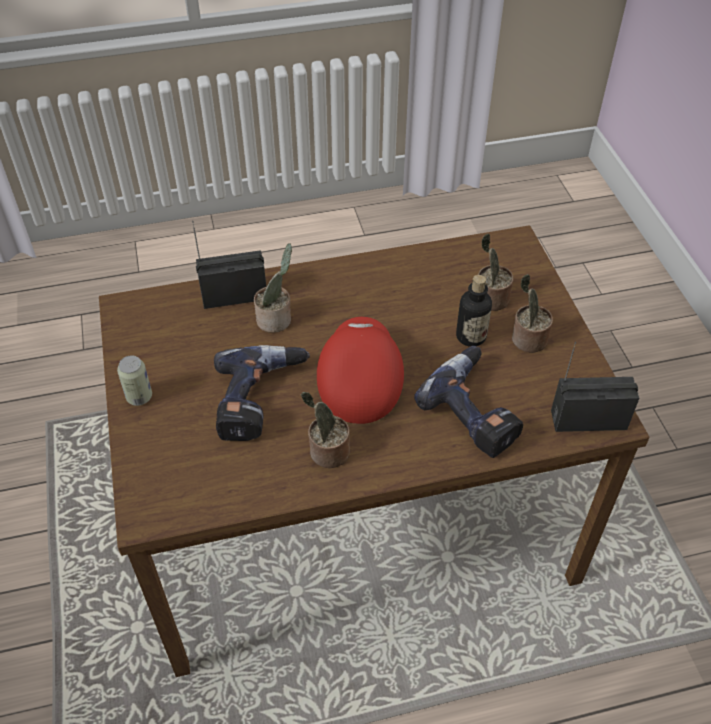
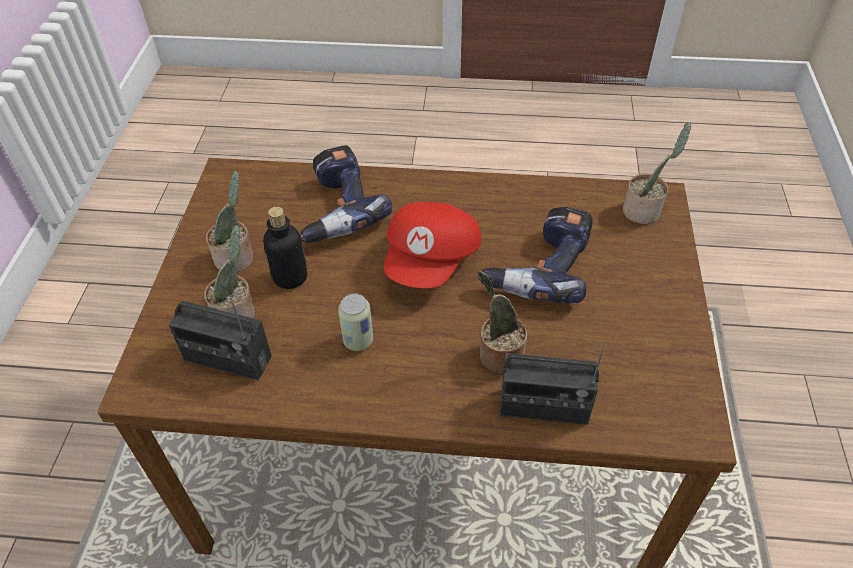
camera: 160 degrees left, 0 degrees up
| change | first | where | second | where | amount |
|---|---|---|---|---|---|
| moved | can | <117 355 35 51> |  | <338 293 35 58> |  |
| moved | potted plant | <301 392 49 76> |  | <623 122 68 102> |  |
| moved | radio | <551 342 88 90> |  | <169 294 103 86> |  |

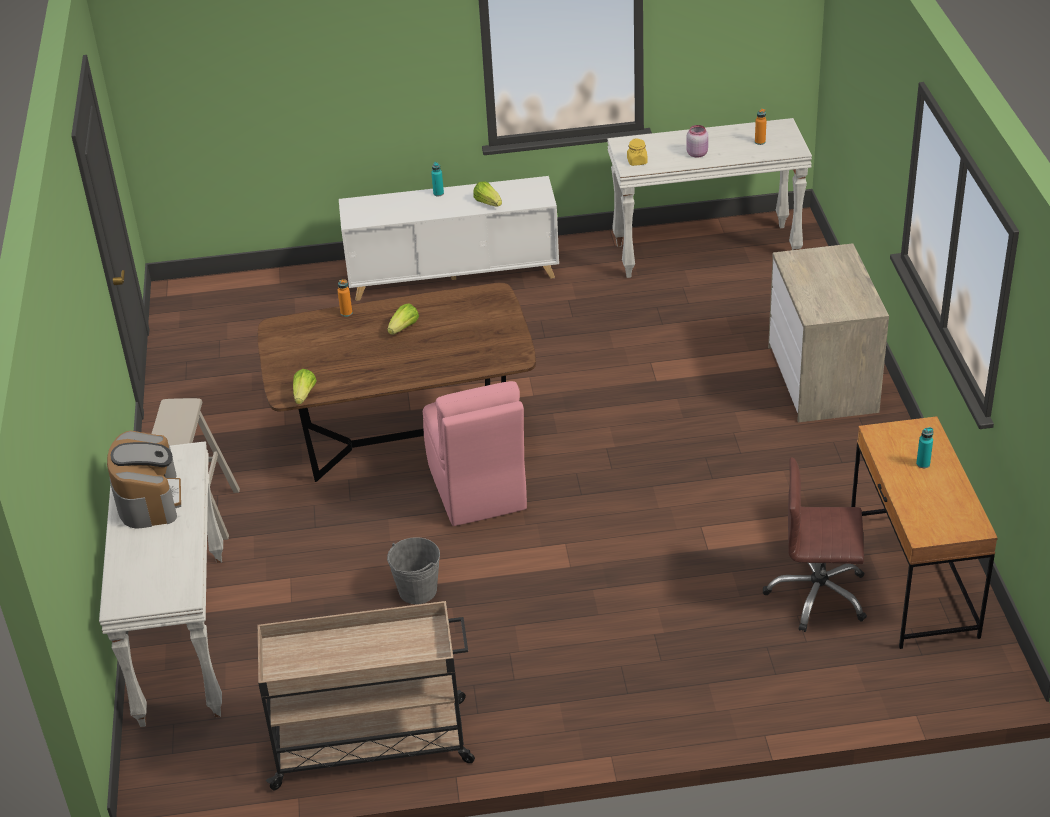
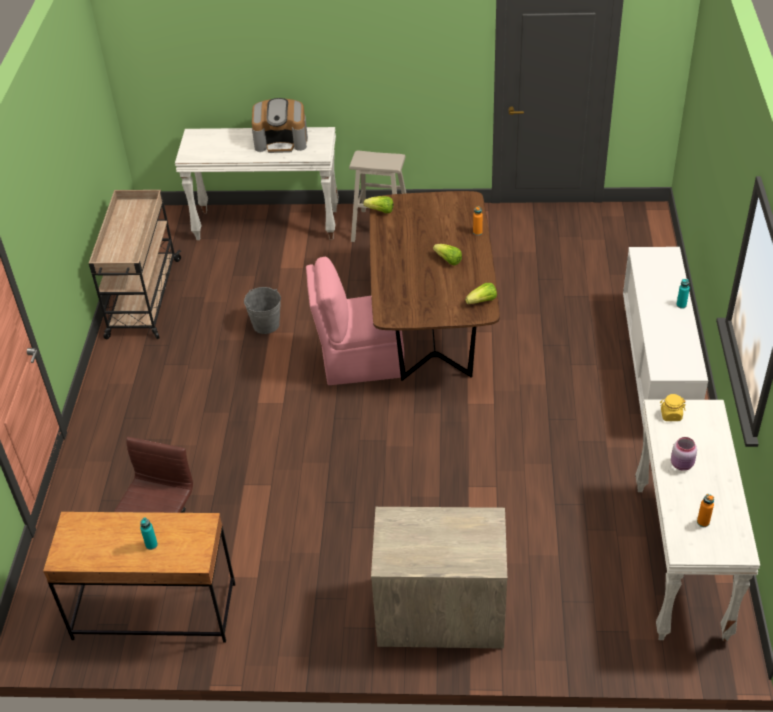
camera: 100 degrees right, 5 degrees up
| change | first | where | second | where | amount |
|---|---|---|---|---|---|
| moved | lettuce | <473 182 29 25> |  | <465 283 32 21> |  |

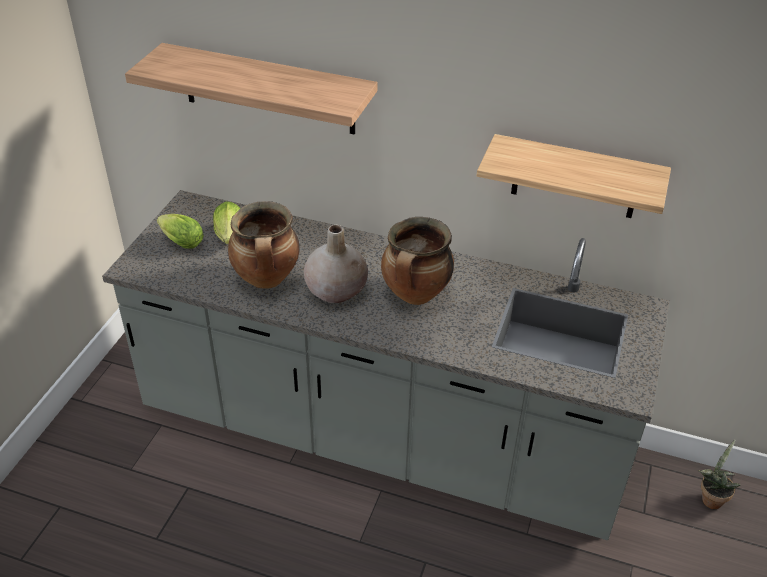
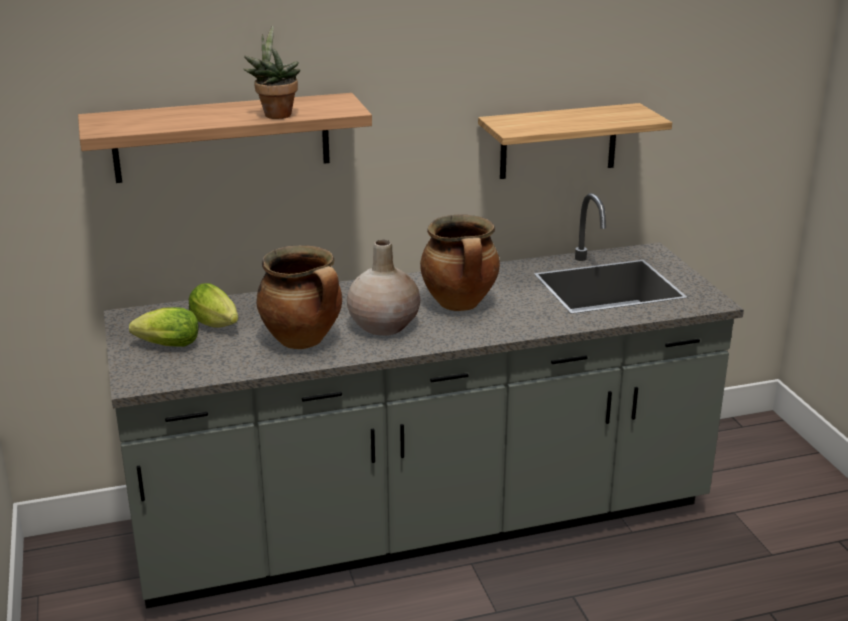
camera: 35 degrees left, 15 degrees down
| change | first | where | second | where | amount |
|---|---|---|---|---|---|
| moved | potted plant | <698 439 43 70> |  | <244 26 56 93> |  |

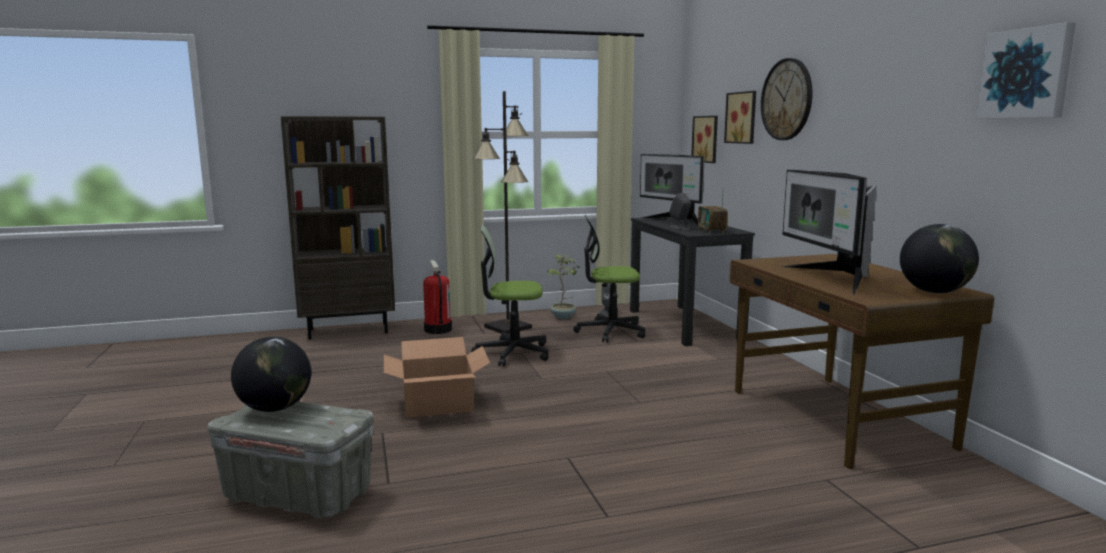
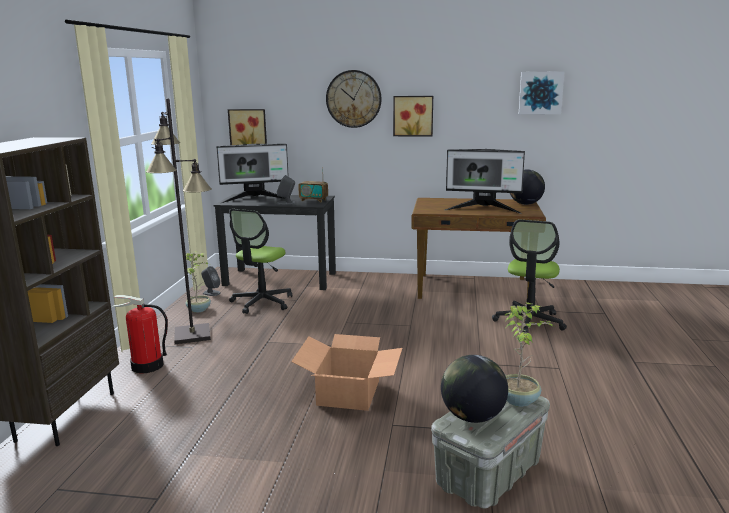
camera: 65 degrees left, 5 degrees up
| change | first | where | second | where | amount |
|---|---|---|---|---|---|
| moved | office chair | <471 225 78 142> |  | <492 220 75 113> |  |
| moved | picture | <724 91 32 53> |  | <393 96 40 40> |  |
| added |  |  | potted plant | <505 302 49 105> |  |

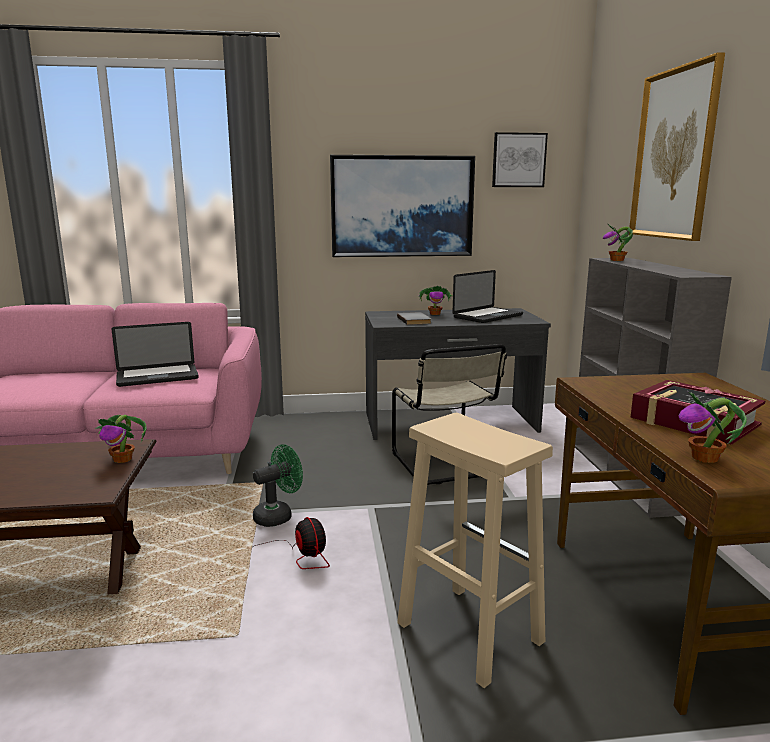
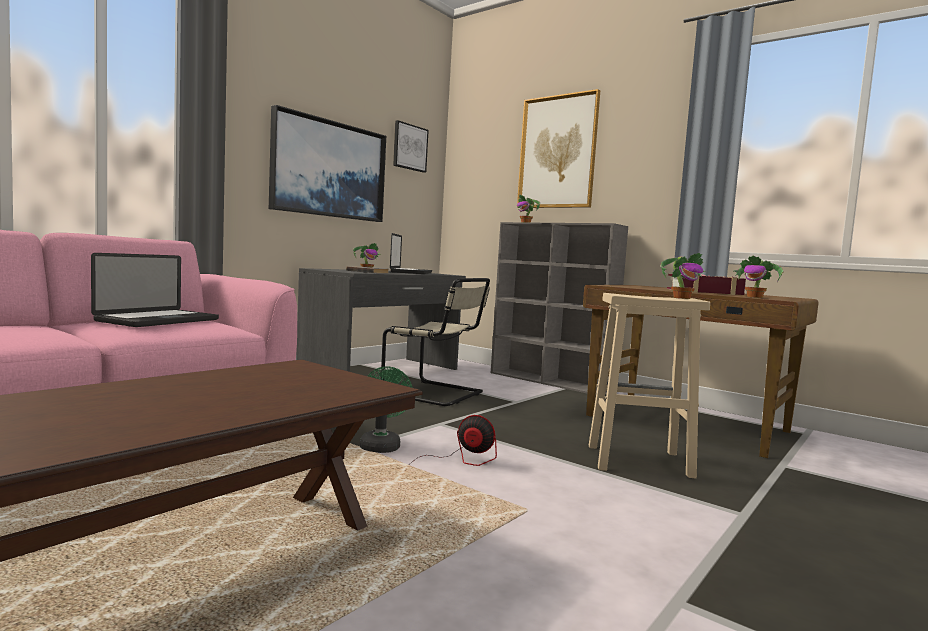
camera: 45 degrees left, 10 degrees down
| change | first | where | second | where | amount |
|---|---|---|---|---|---|
| moved | potted plant | <94 415 53 48> |  | <661 253 44 46> |  |

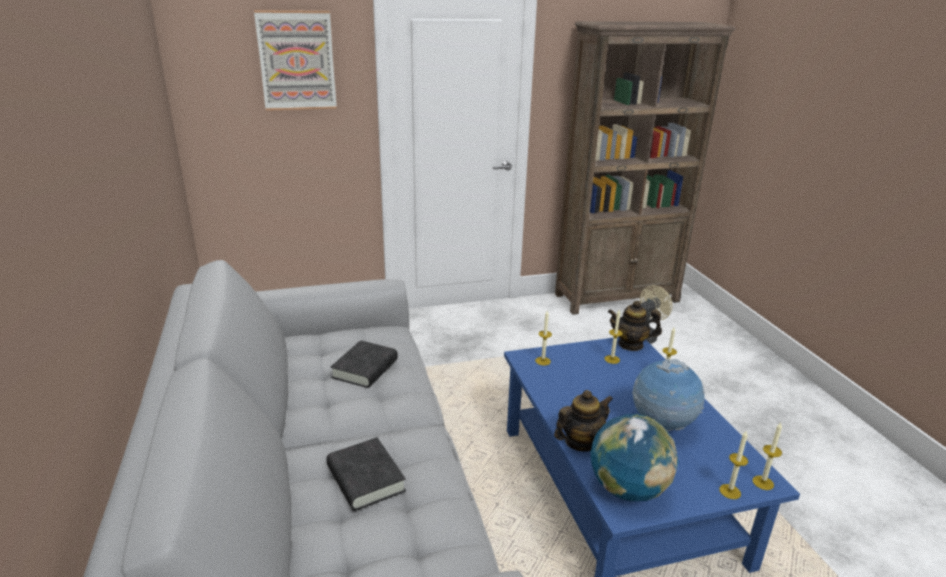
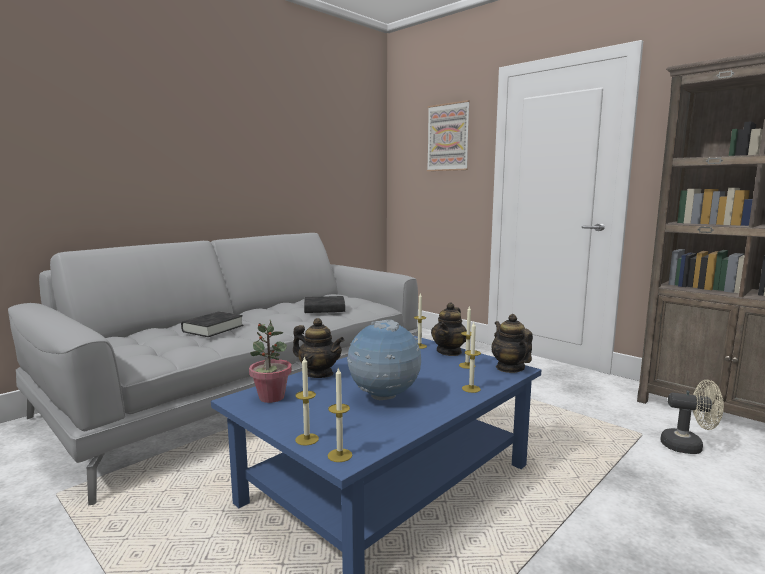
camera: 60 degrees right, 15 degrees down
| change | first | where | second | where | amount |
|---|---|---|---|---|---|
| replaced | globe | <590 414 89 87> | potted plant | <249 320 43 83> |  |
| added |  |  | teapot | <431 302 36 54> |  |

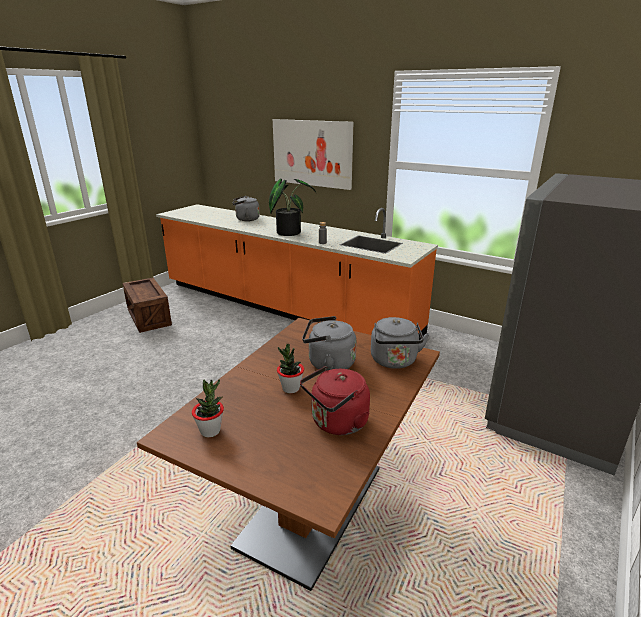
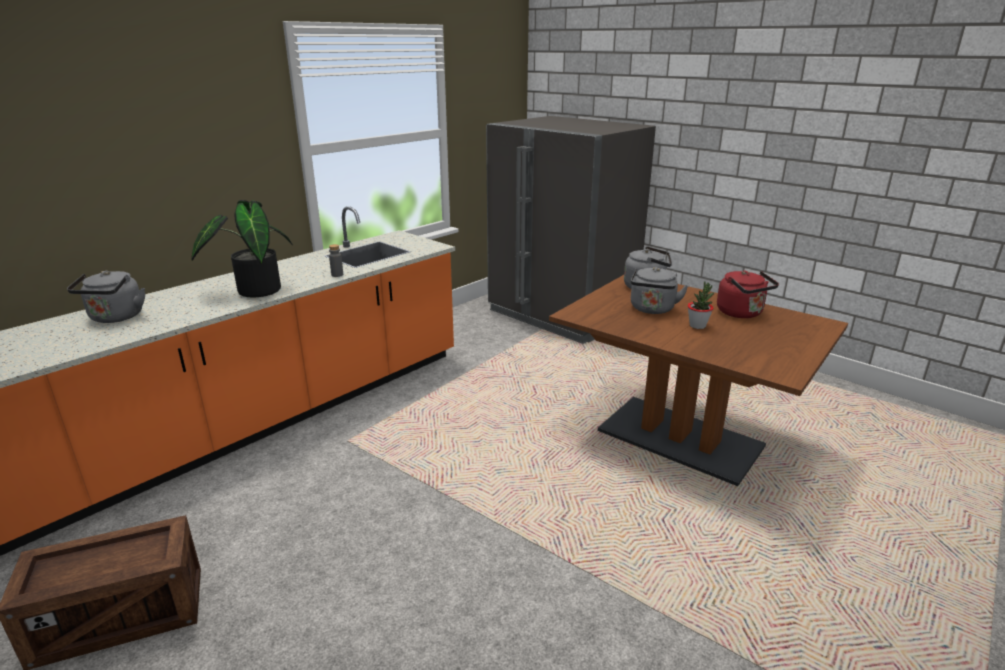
camera: 80 degrees left, 0 degrees up
| change | first | where | second | where | amount |
|---|---|---|---|---|---|
| removed | potted plant | <192 379 32 58> |  |  |  |
| removed | picture | <273 119 80 71> |  |  |  |

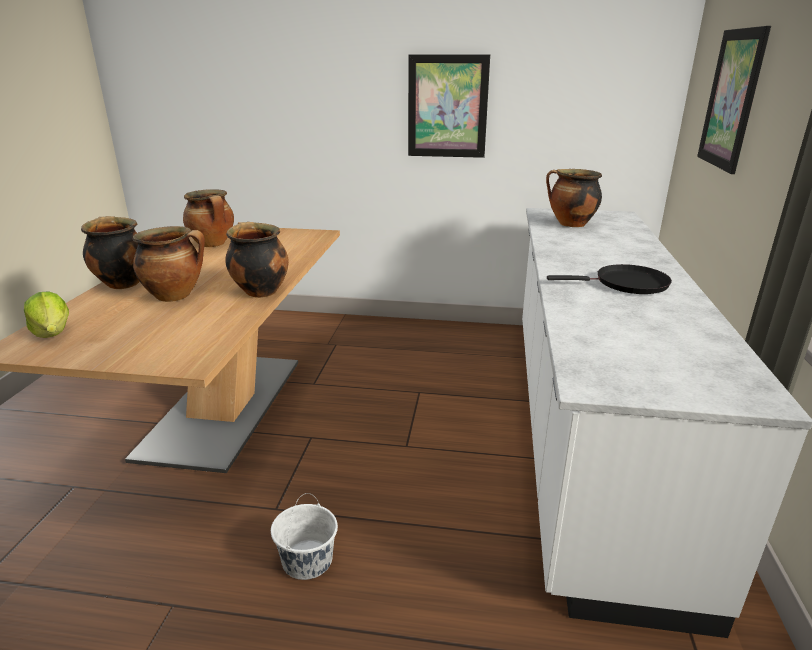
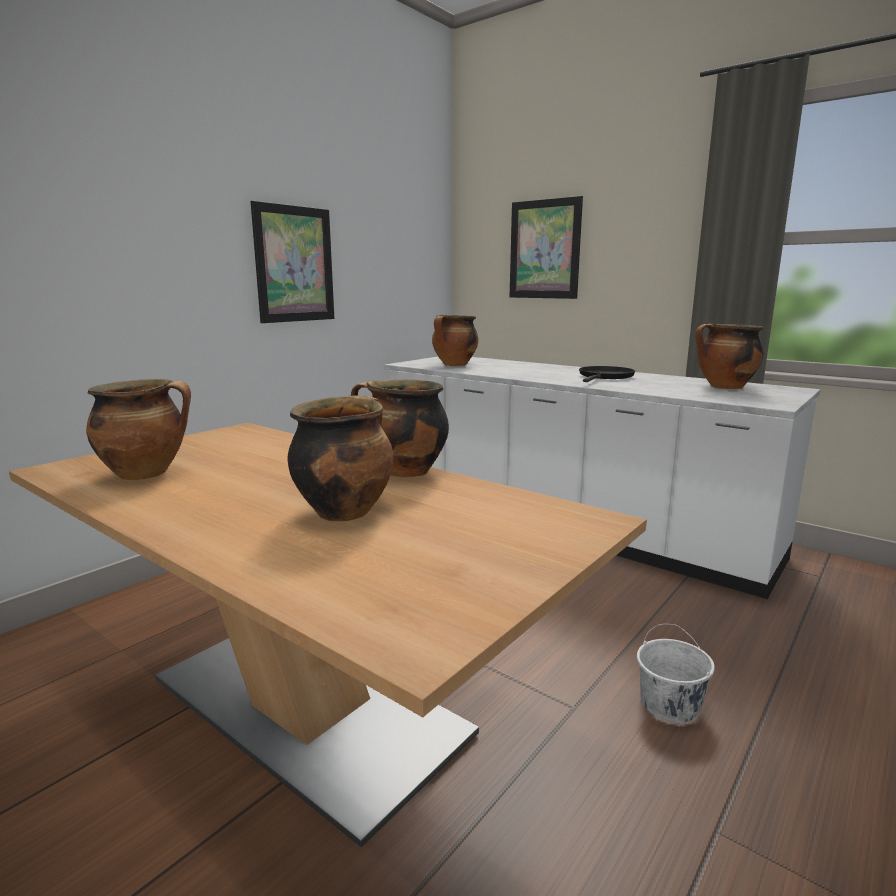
camera: 60 degrees left, 10 degrees down
| change | first | where | second | where | amount |
|---|---|---|---|---|---|
| removed | lettuce | <24 291 45 47> |  |  |  |
| moved | cooking pot | <81 216 59 73> |  | <695 323 68 66> |  |

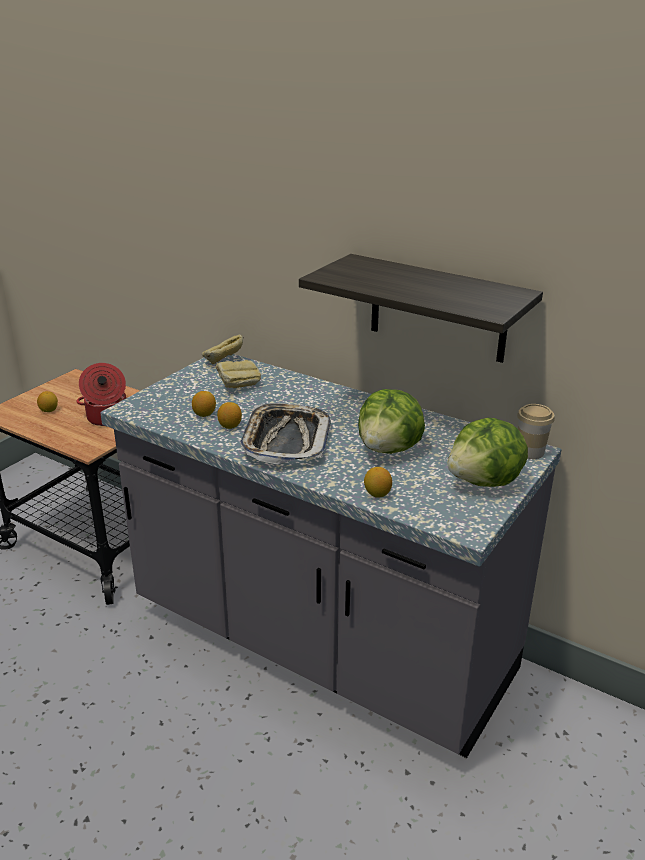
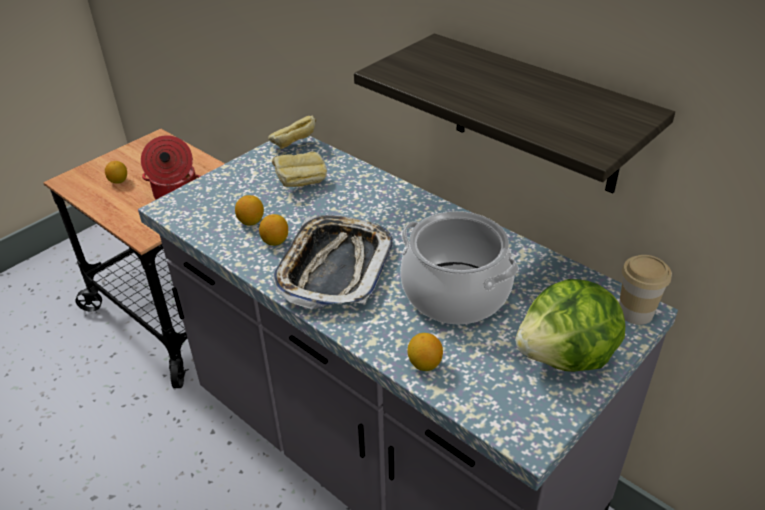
camera: 10 degrees right, 10 degrees up
| change | first | where | second | where | amount |
|---|---|---|---|---|---|
| replaced | lettuce | <358 389 67 65> | cooking pot | <400 211 119 113> |  |

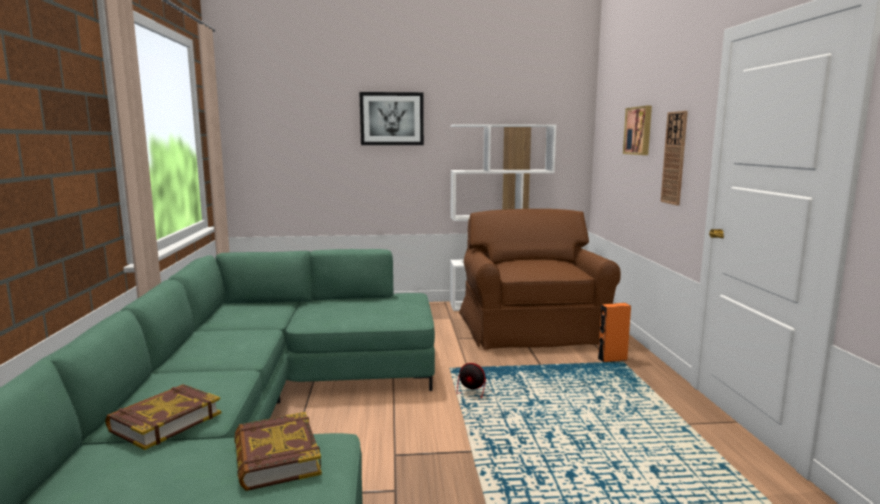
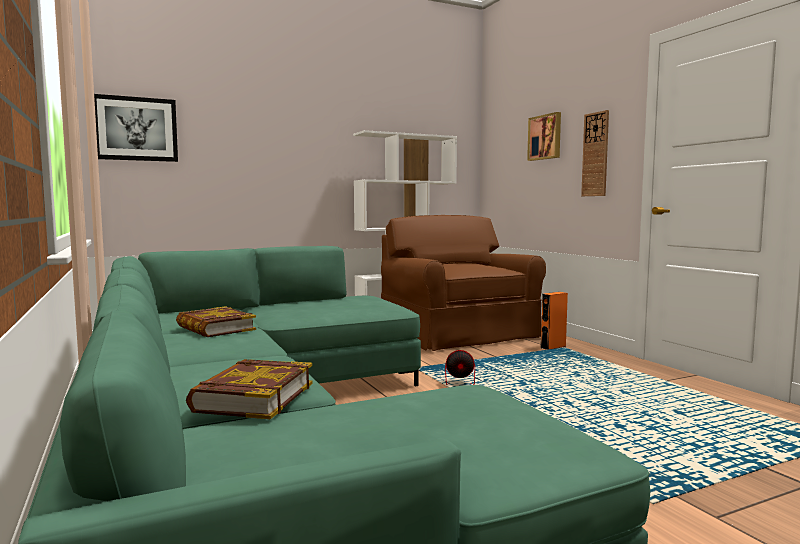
camera: 20 degrees left, 5 degrees down
| change | first | where | second | where | amount |
|---|---|---|---|---|---|
| moved | book | <234 412 88 79> |  | <176 306 80 31> |  |
| moved | picture | <359 92 65 53> |  | <94 94 84 68> |  |

